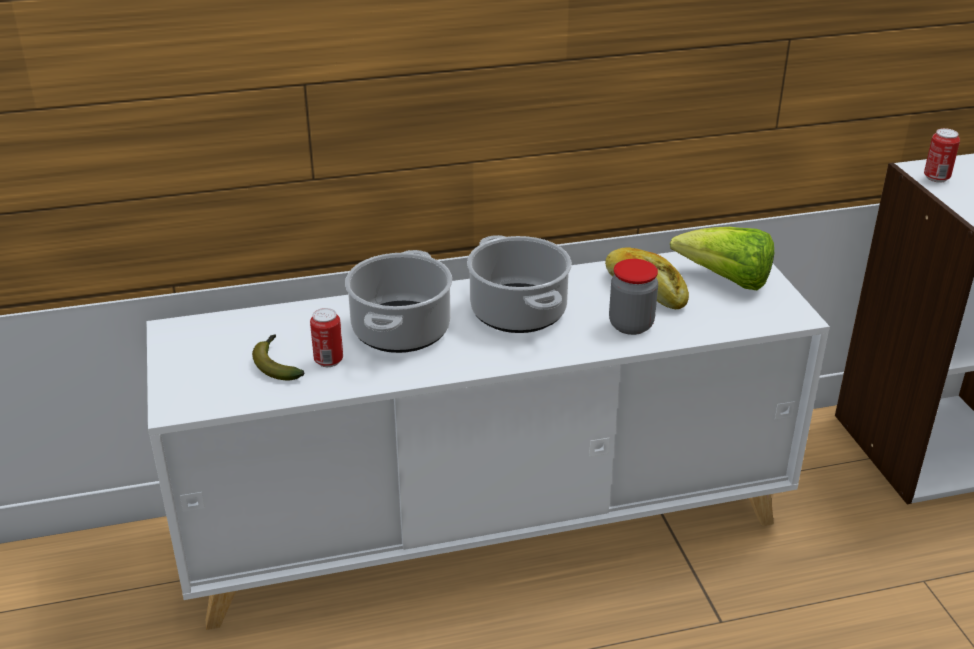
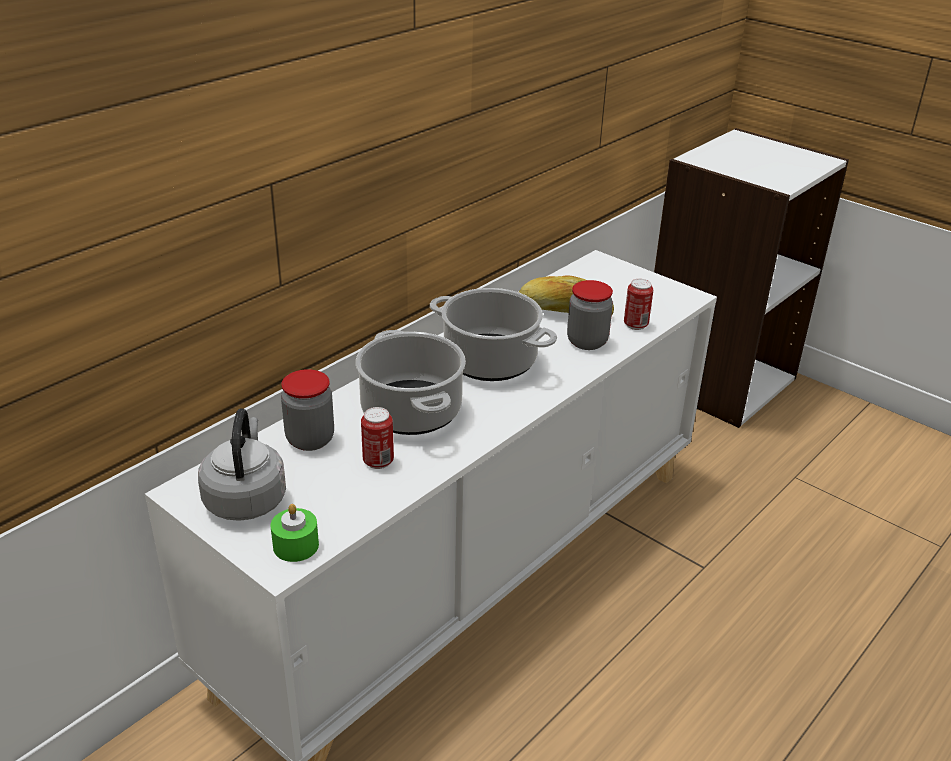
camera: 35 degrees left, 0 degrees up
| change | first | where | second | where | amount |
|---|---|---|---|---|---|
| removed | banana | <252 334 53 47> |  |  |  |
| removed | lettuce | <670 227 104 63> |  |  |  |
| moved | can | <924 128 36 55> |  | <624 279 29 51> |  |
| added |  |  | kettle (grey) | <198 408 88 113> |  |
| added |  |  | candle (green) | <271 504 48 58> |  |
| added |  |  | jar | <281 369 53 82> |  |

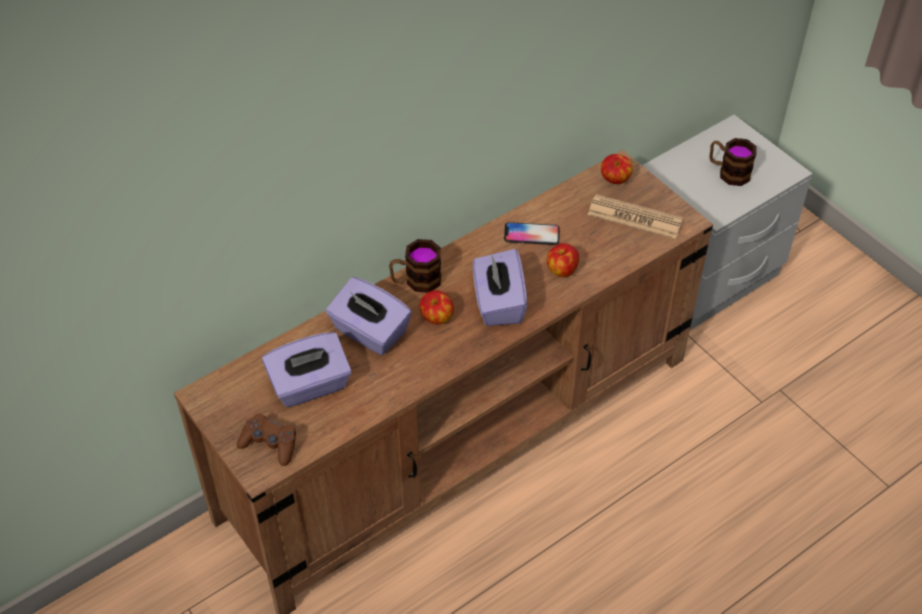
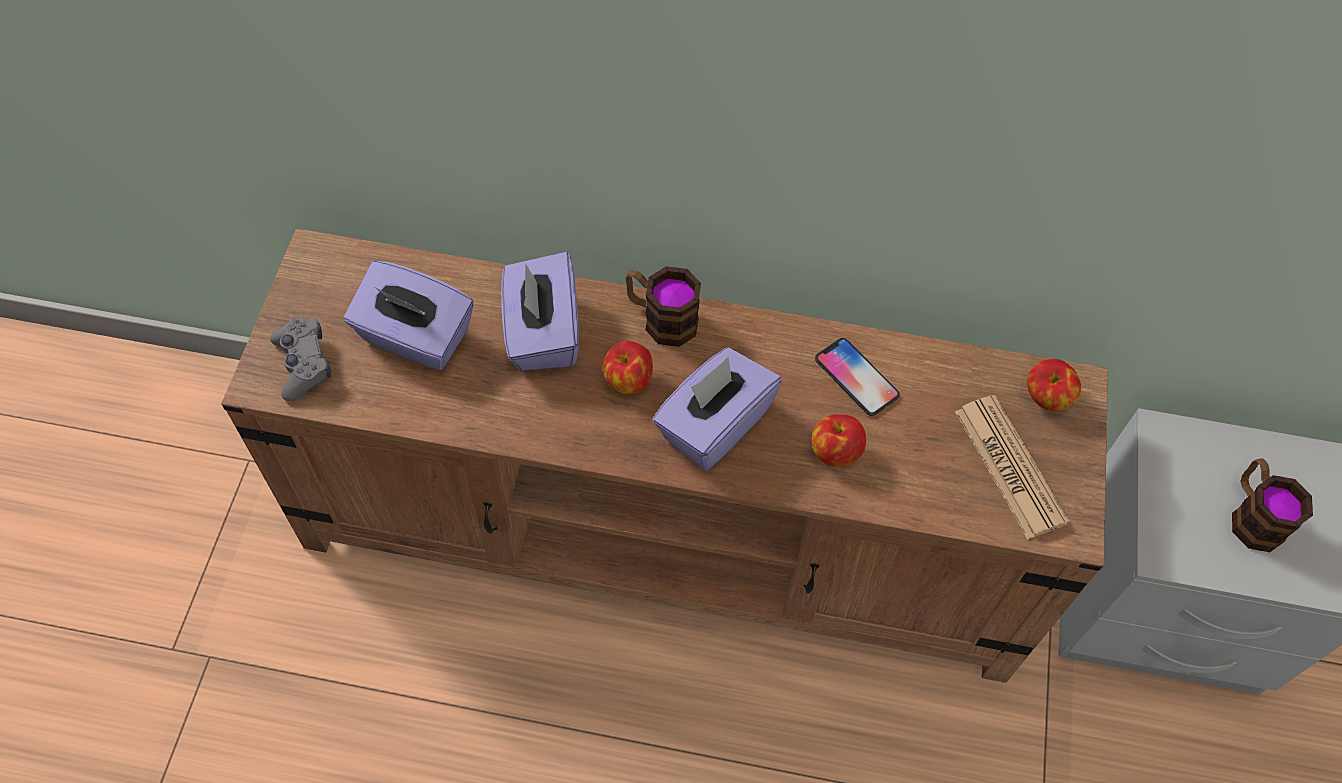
camera: 45 degrees right, 10 degrees up
| change | first | where | second | where | amount |
|---|---|---|---|---|---|
| recoloured | game controller (brown) | <237 414 59 52> | game controller (grey) | <270 317 61 84> |  |

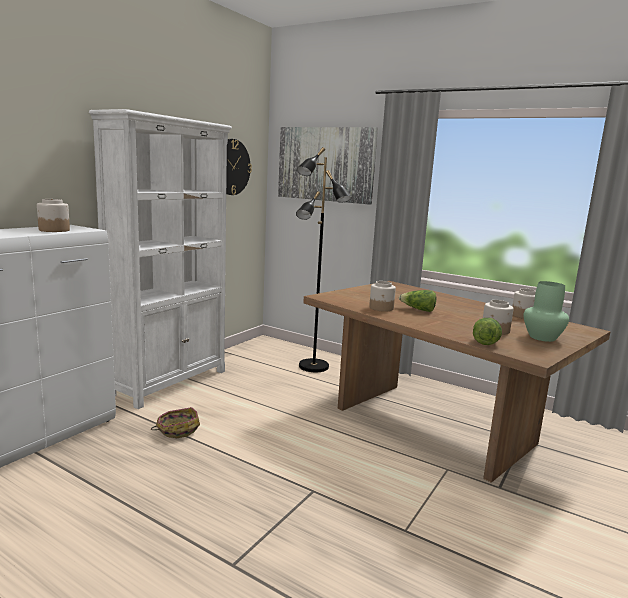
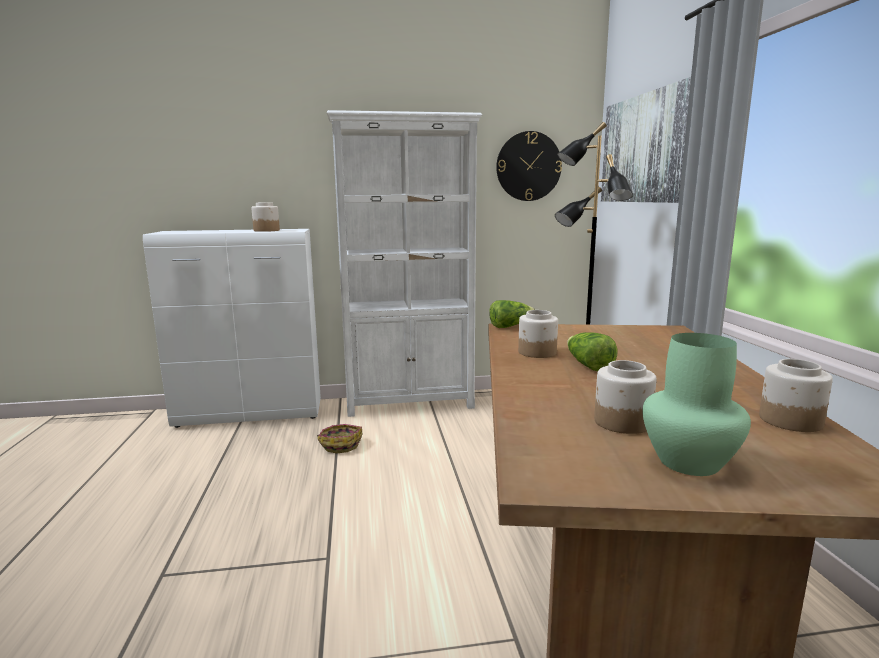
camera: 50 degrees right, 0 degrees up
| change | first | where | second | where | amount |
|---|---|---|---|---|---|
| moved | lettuce | <473 318 29 27> |  | <489 300 46 28> |  |

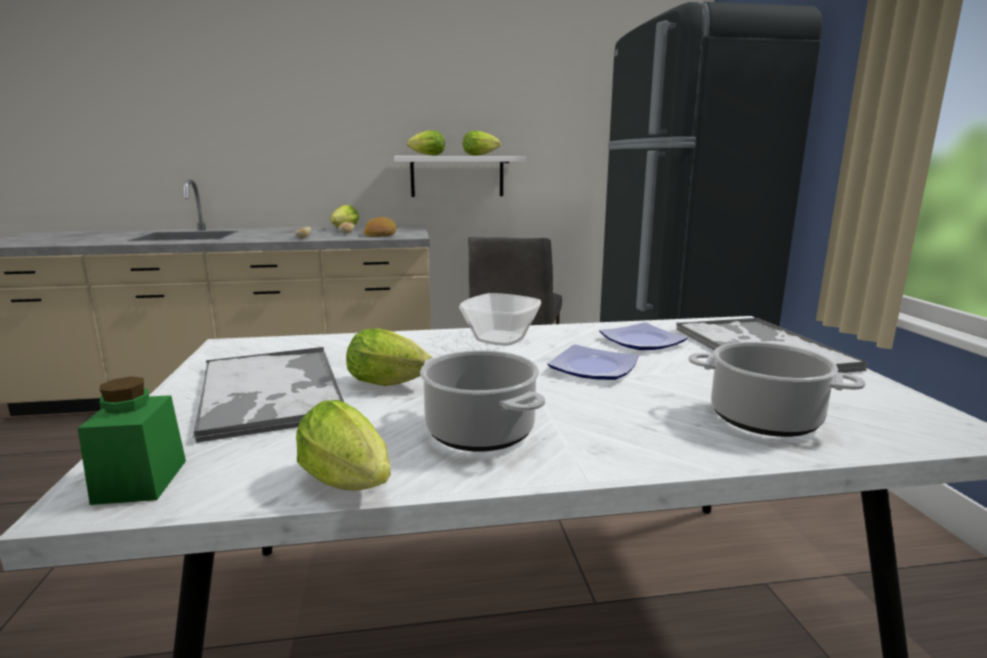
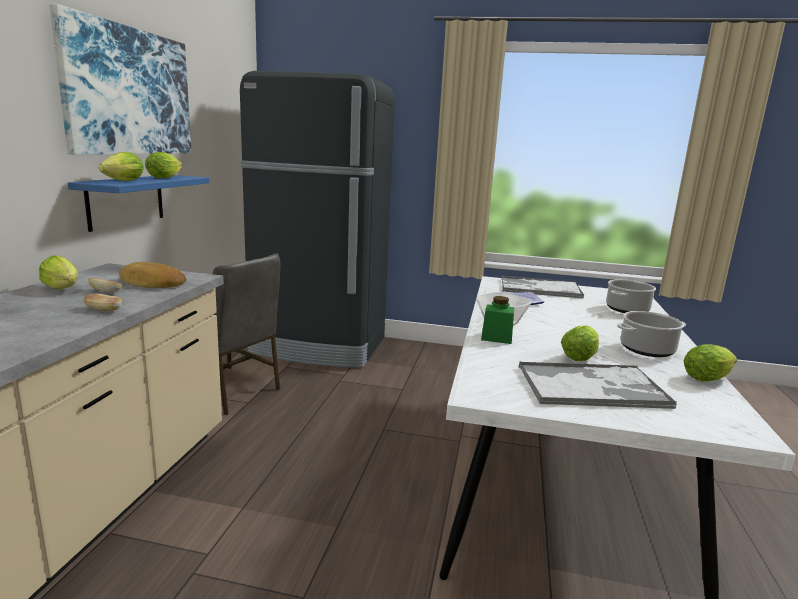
camera: 70 degrees left, 0 degrees up
| change | first | where | second | where | amount |
|---|---|---|---|---|---|
| moved | jar (green) | <78 376 108 129> |  | <481 296 33 48> |  |
| recoloured | shelf (white) | <394 156 132 41> | shelf (blue) | <68 175 141 57> |  |
| removed | plate | <547 344 91 36> |  |  |  |
| added |  |  | picture | <49 4 142 151> |  |

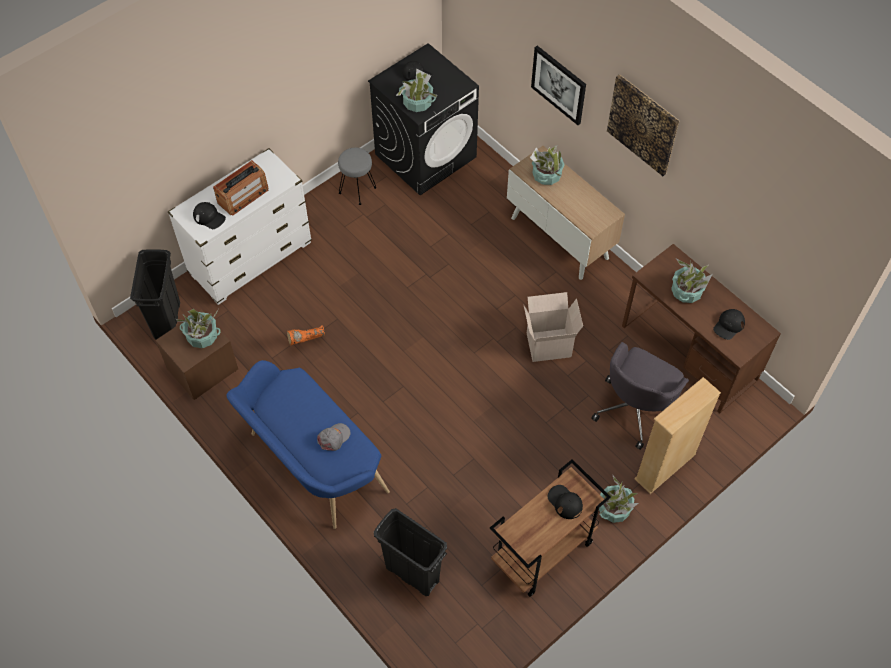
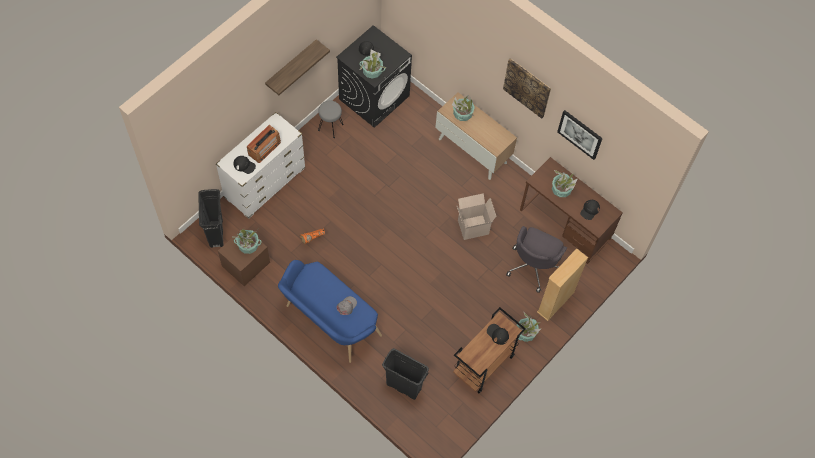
camera: 10 degrees left, 5 degrees up
| change | first | where | second | where | amount |
|---|---|---|---|---|---|
| moved | picture | <531 46 55 79> |  | <557 110 46 50> |  |
| added |  |  | shelf | <265 39 65 56> |  |

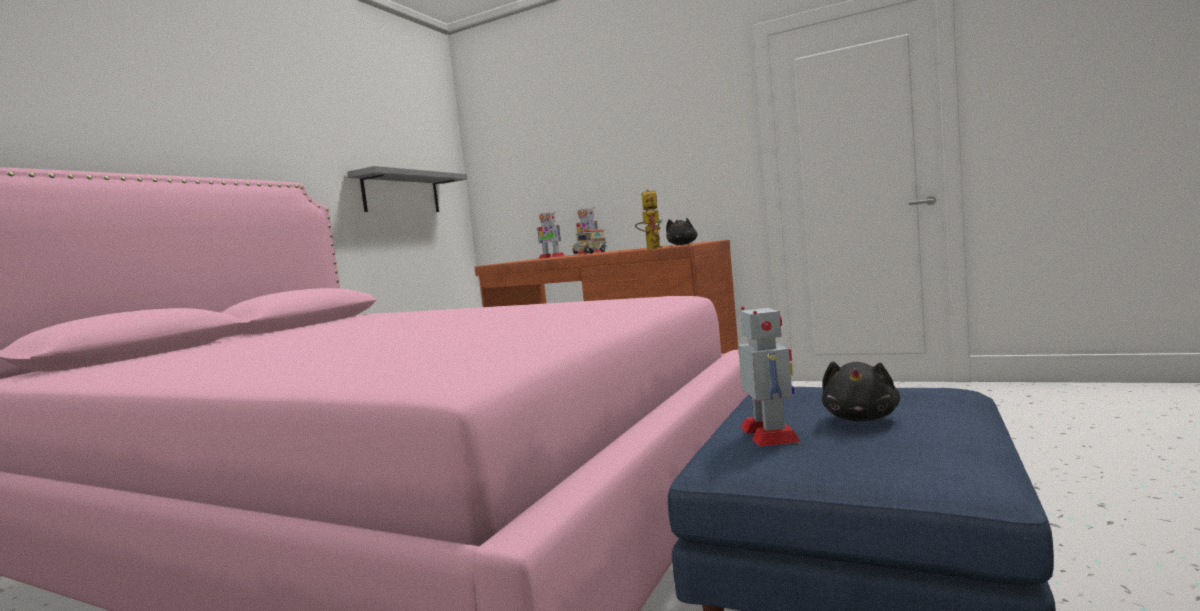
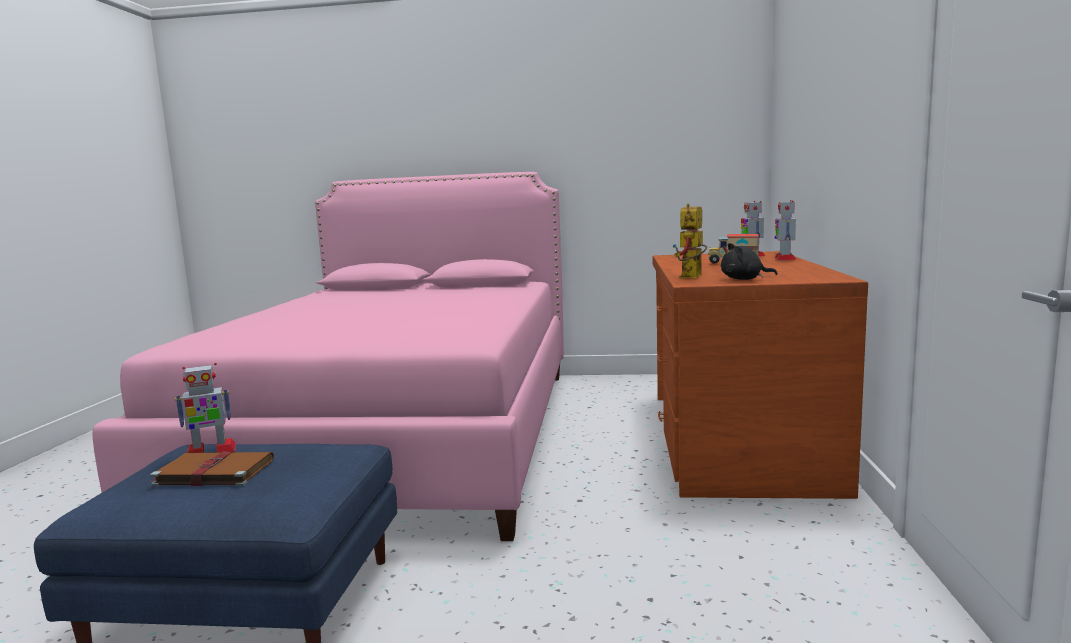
camera: 70 degrees right, 5 degrees up
| change | first | where | second | where | amount |
|---|---|---|---|---|---|
| removed | shelf (grey) | <347 166 120 46> |  |  |  |
| turned | toy robot | <635 189 28 60> |  | <672 204 35 74> | 135 degrees clockwise |
| replaced | plush toy (black) | <822 361 78 60> | book (brown) | <150 452 124 34> |  |

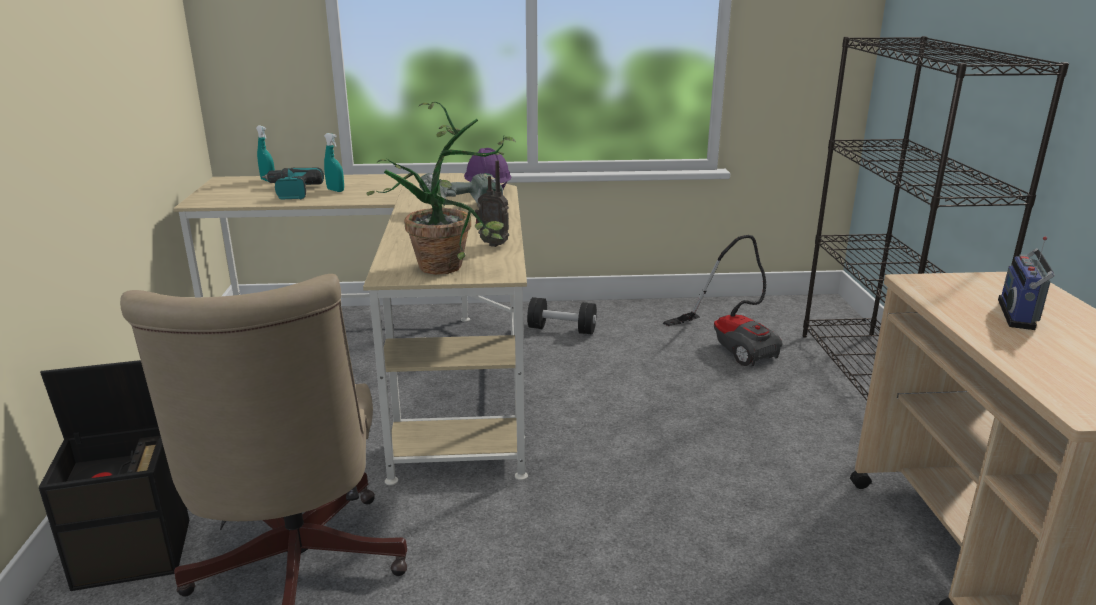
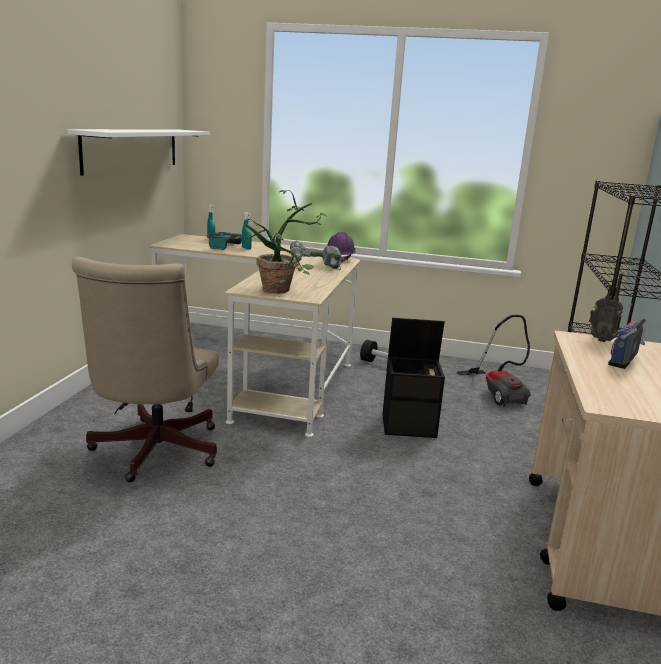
camera: 15 degrees right, 5 degrees down
| change | first | where | second | where | amount |
|---|---|---|---|---|---|
| moved | storage box (black) | <39 360 150 231> |  | <382 318 63 120> |  |
| moved | radio | <475 161 34 86> |  | <589 273 34 69> |  |
| added |  |  | shelf (white) | <68 129 142 47> |  |

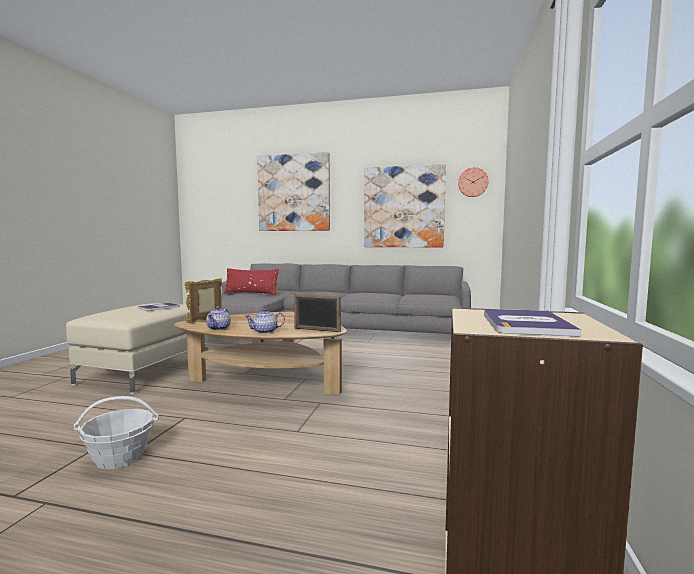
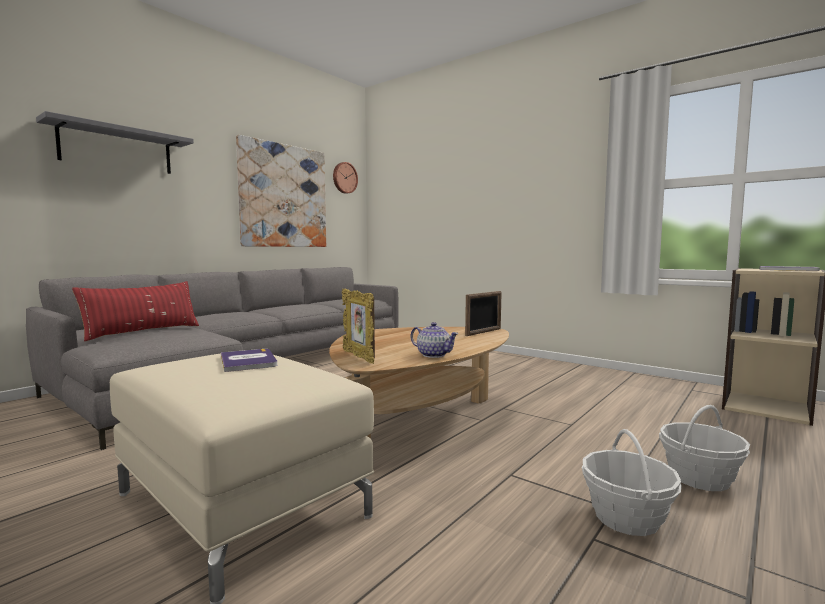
camera: 65 degrees left, 0 degrees up
| change | first | where | second | where | amount |
|---|---|---|---|---|---|
| removed | teapot | <245 309 40 25> |  |  |  |
| replaced | picture | <257 152 73 79> | shelf (grey) | <36 111 158 63> |  |
| added |  |  | basket | <659 405 91 86> |  |

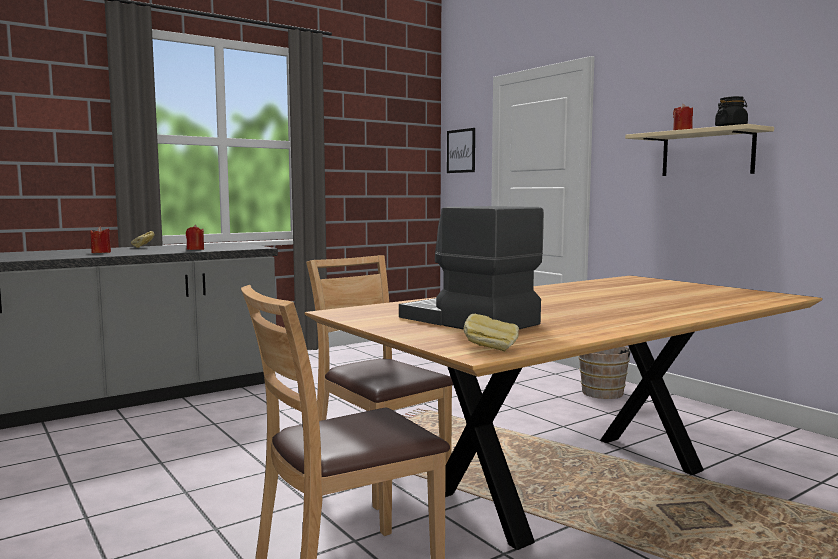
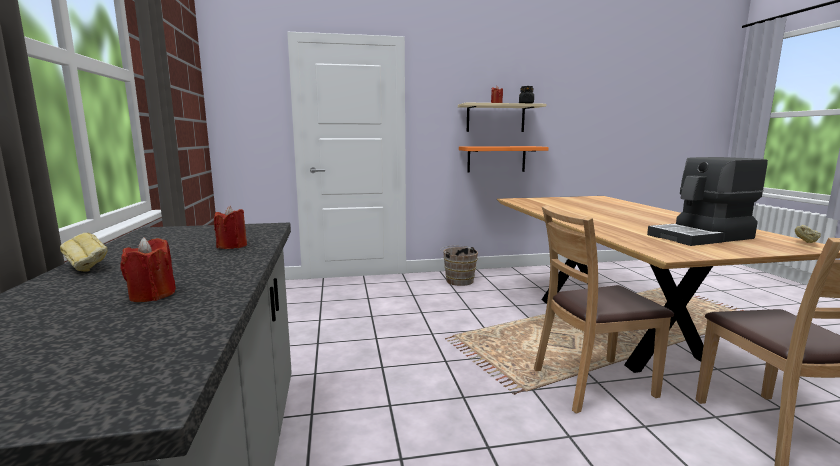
camera: 65 degrees left, 5 degrees up
| change | first | where | second | where | amount |
|---|---|---|---|---|---|
| removed | picture | <447 128 28 45> |  |  |  |
| added |  |  | shelf (orange) | <459 146 90 27> |  |

